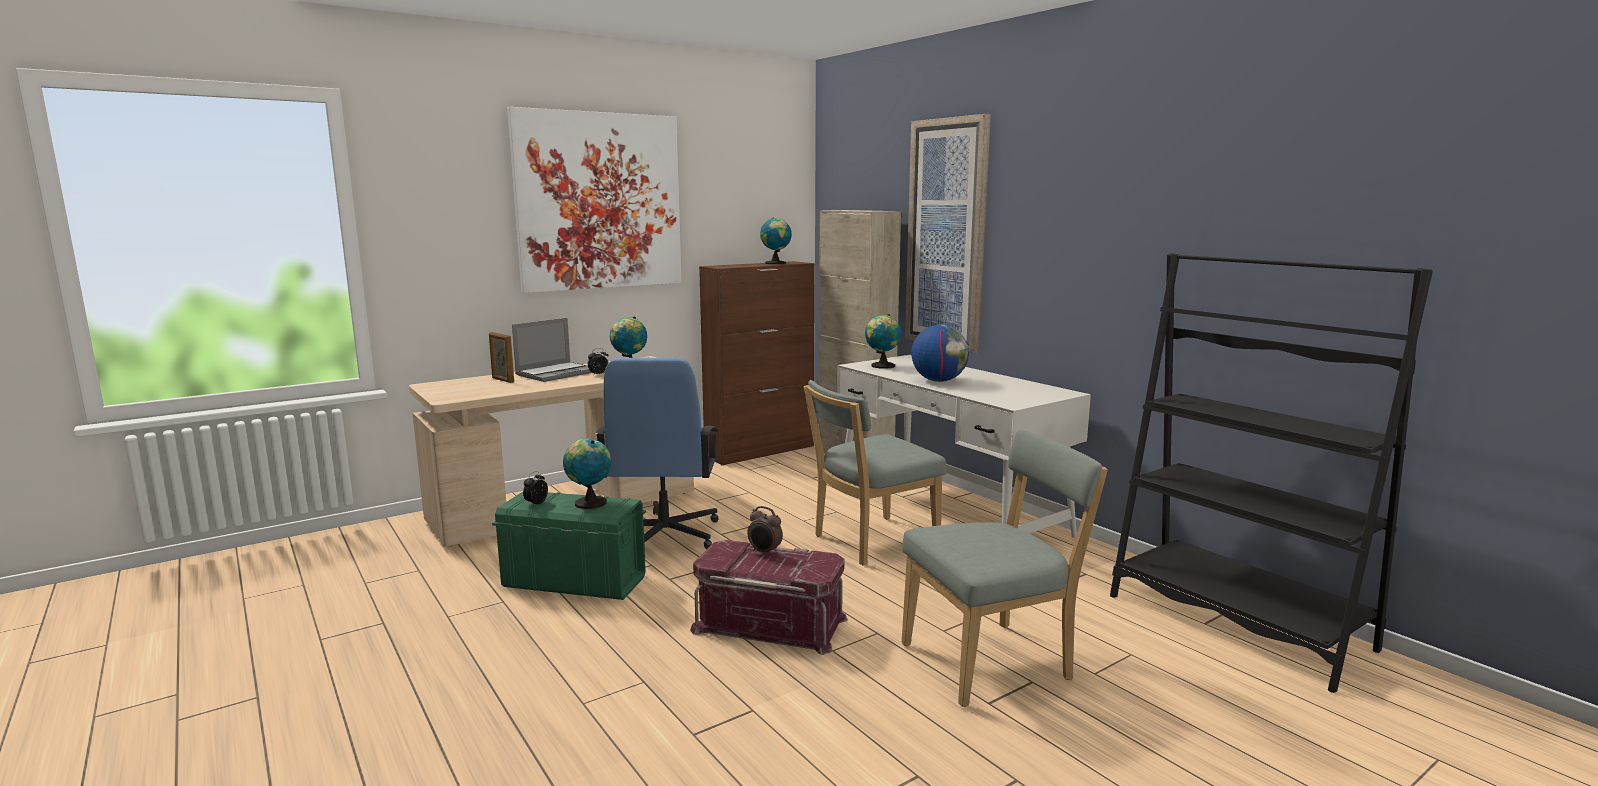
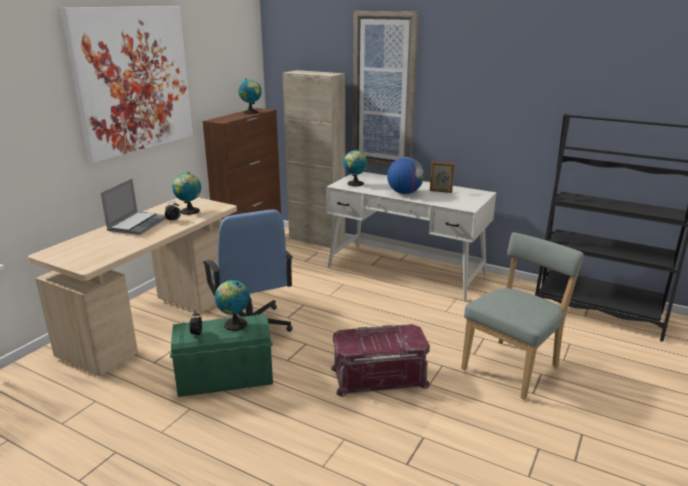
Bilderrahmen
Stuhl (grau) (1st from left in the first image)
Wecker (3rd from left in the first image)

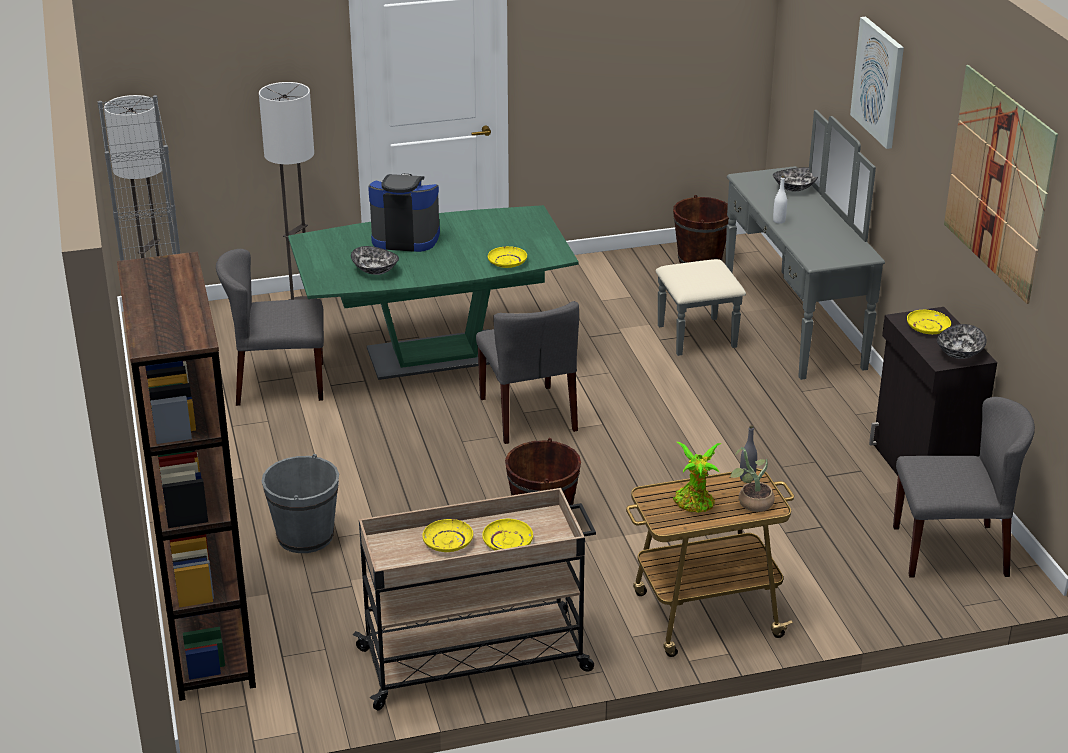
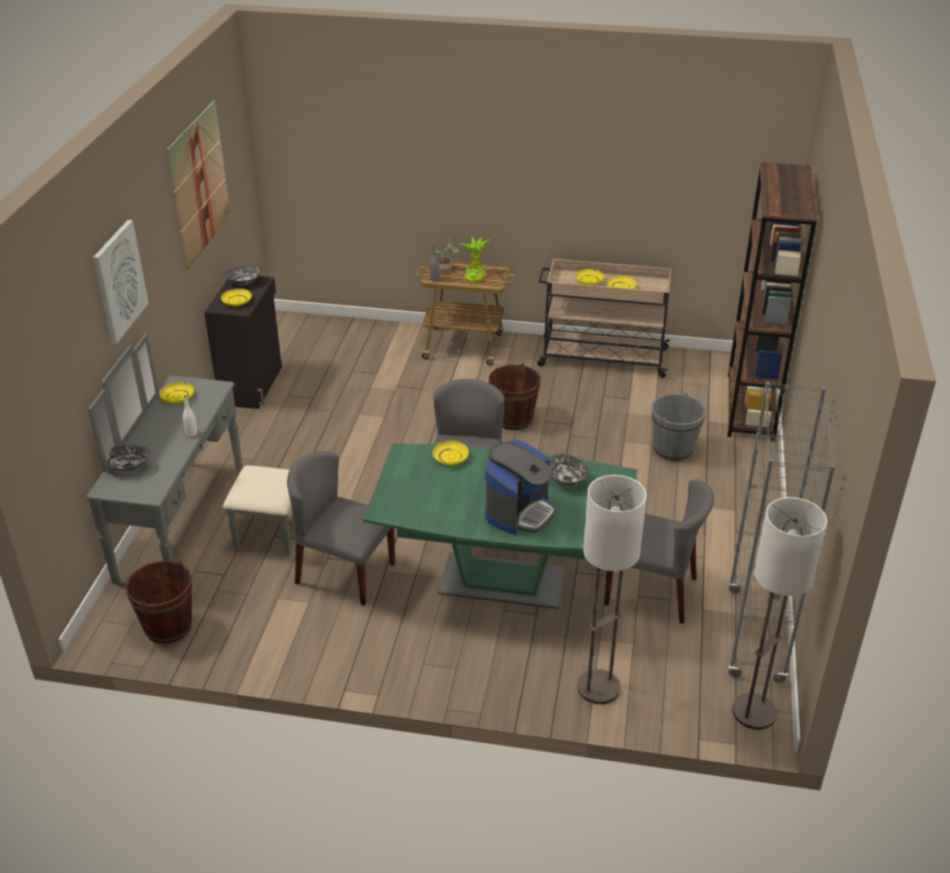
Kaffeemaschine
Stuhl (grau) (1st from left)
Teller (gelb) (1st from left)

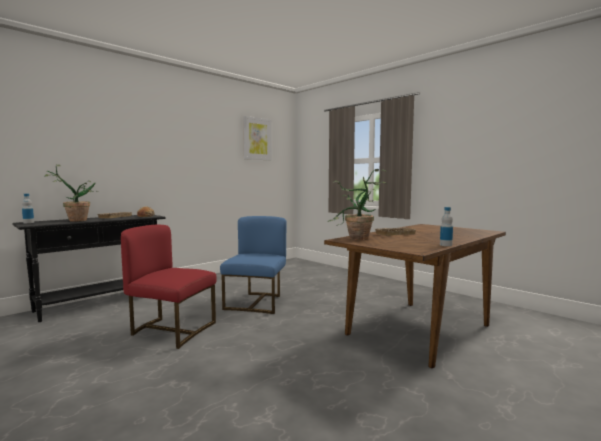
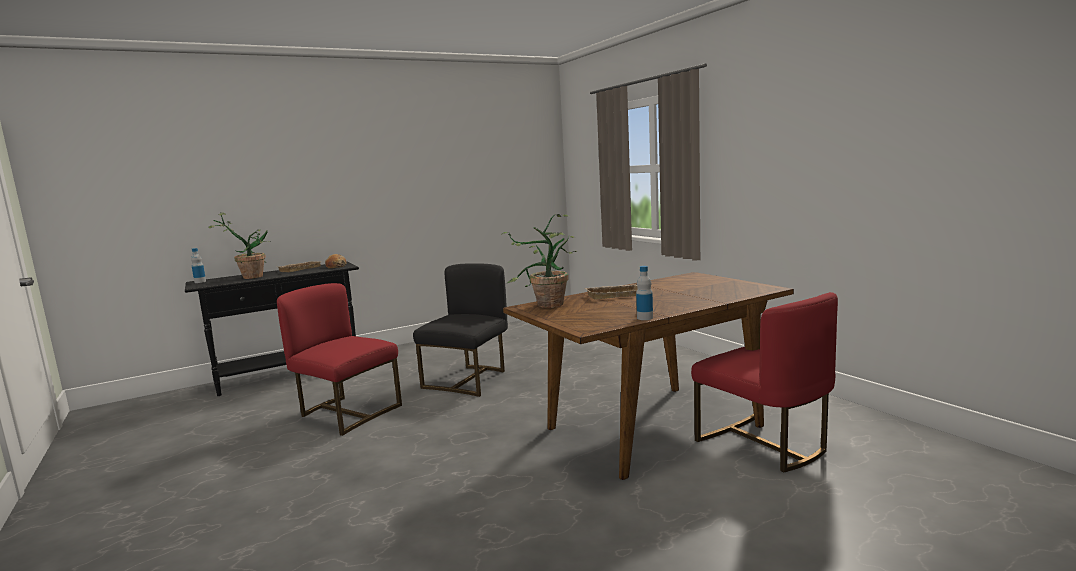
Bild
Stuhl (schwarz)
Stuhl (rot) (2nd from left)

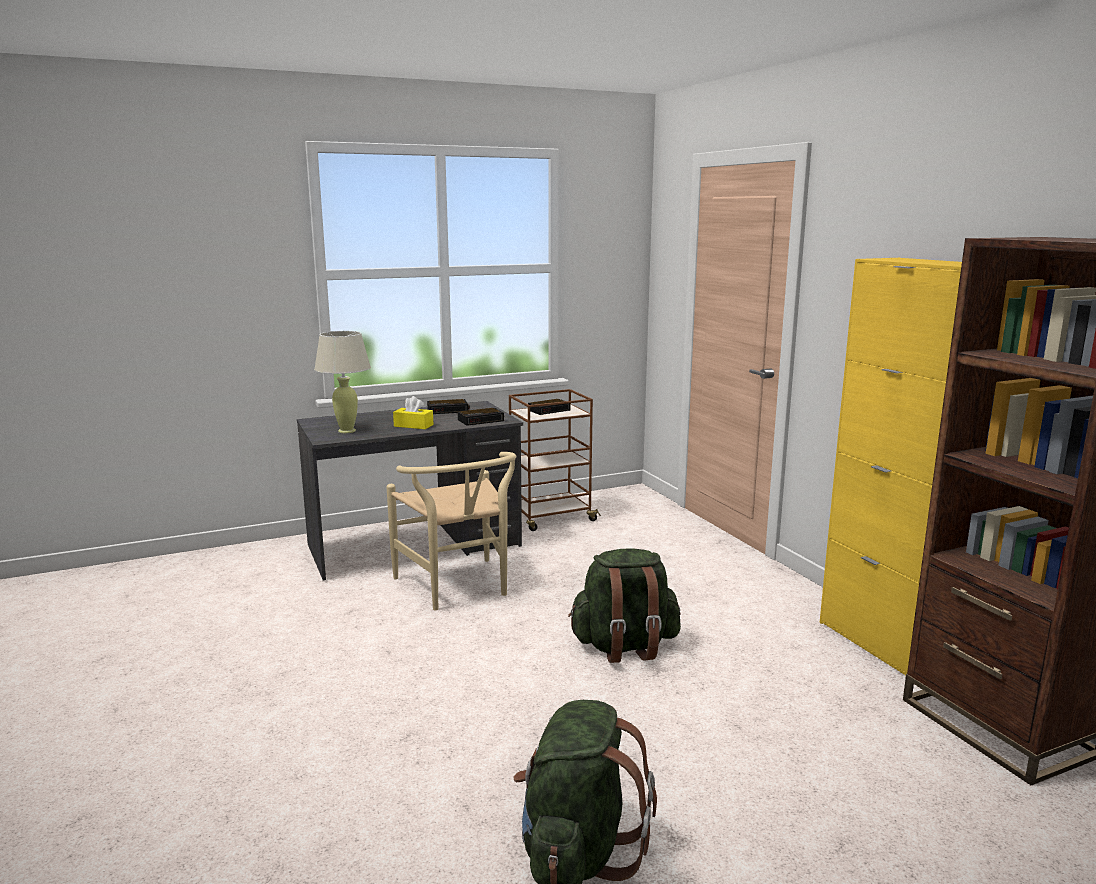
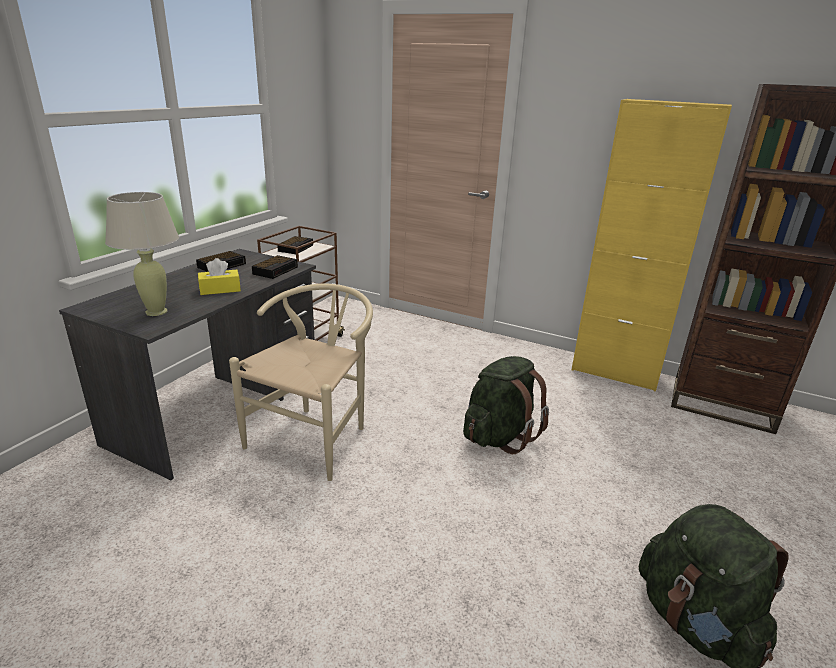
Stuhl (beige)

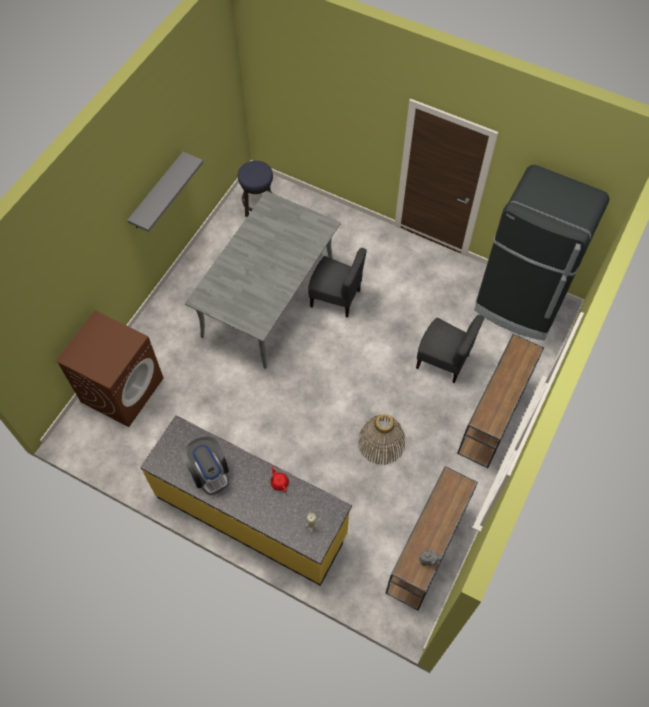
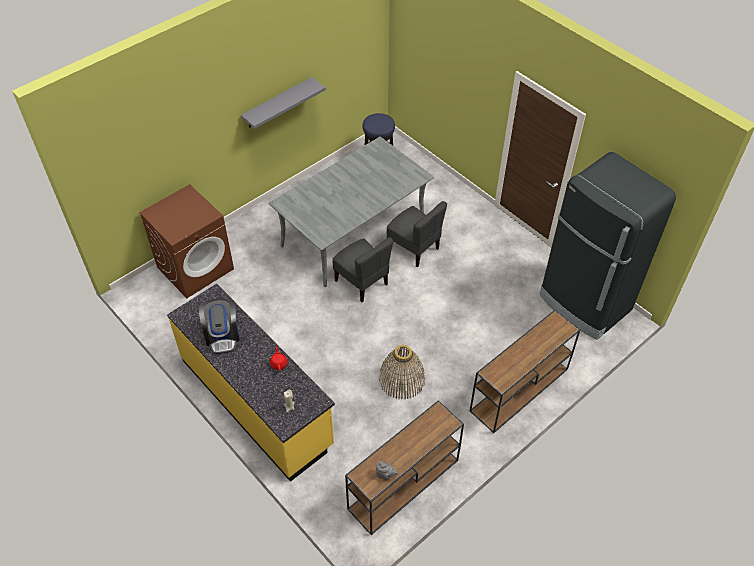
Stuhl (grau) (1st from left)

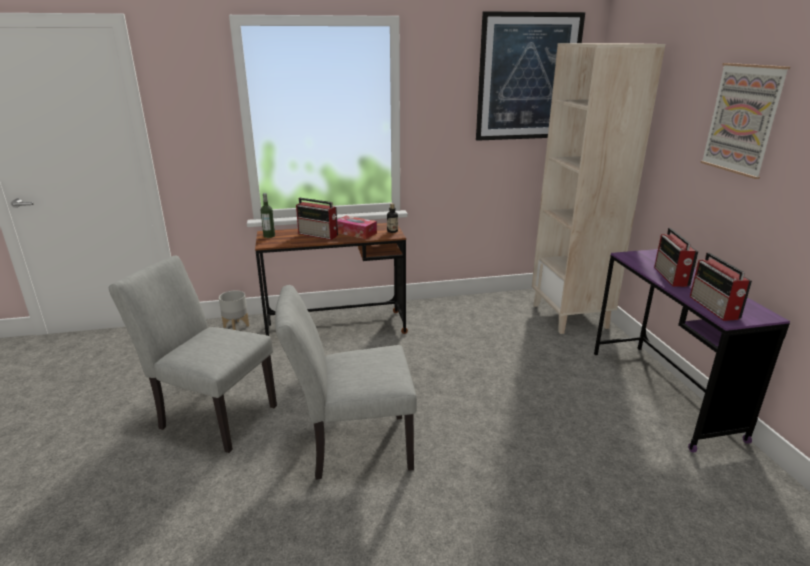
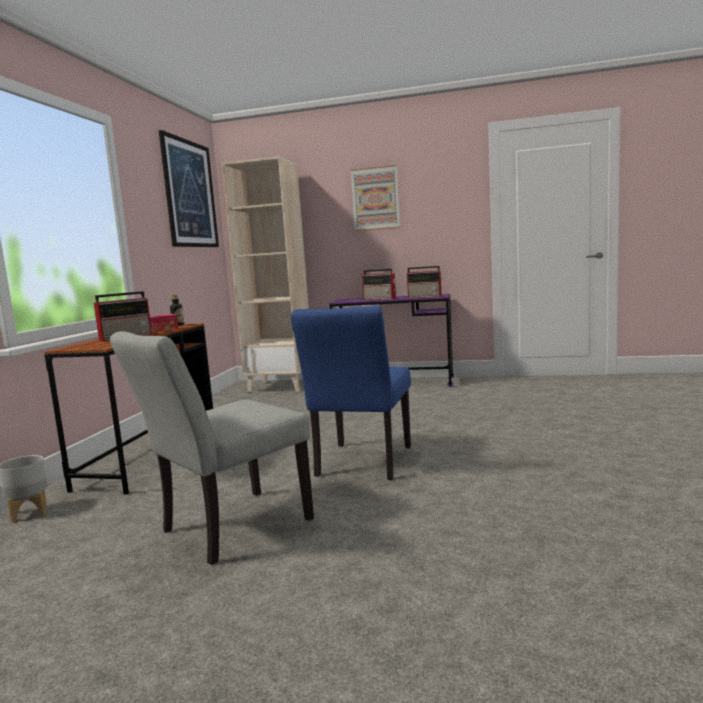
Flasche (1st from left in the first image)
Stuhl (blau)

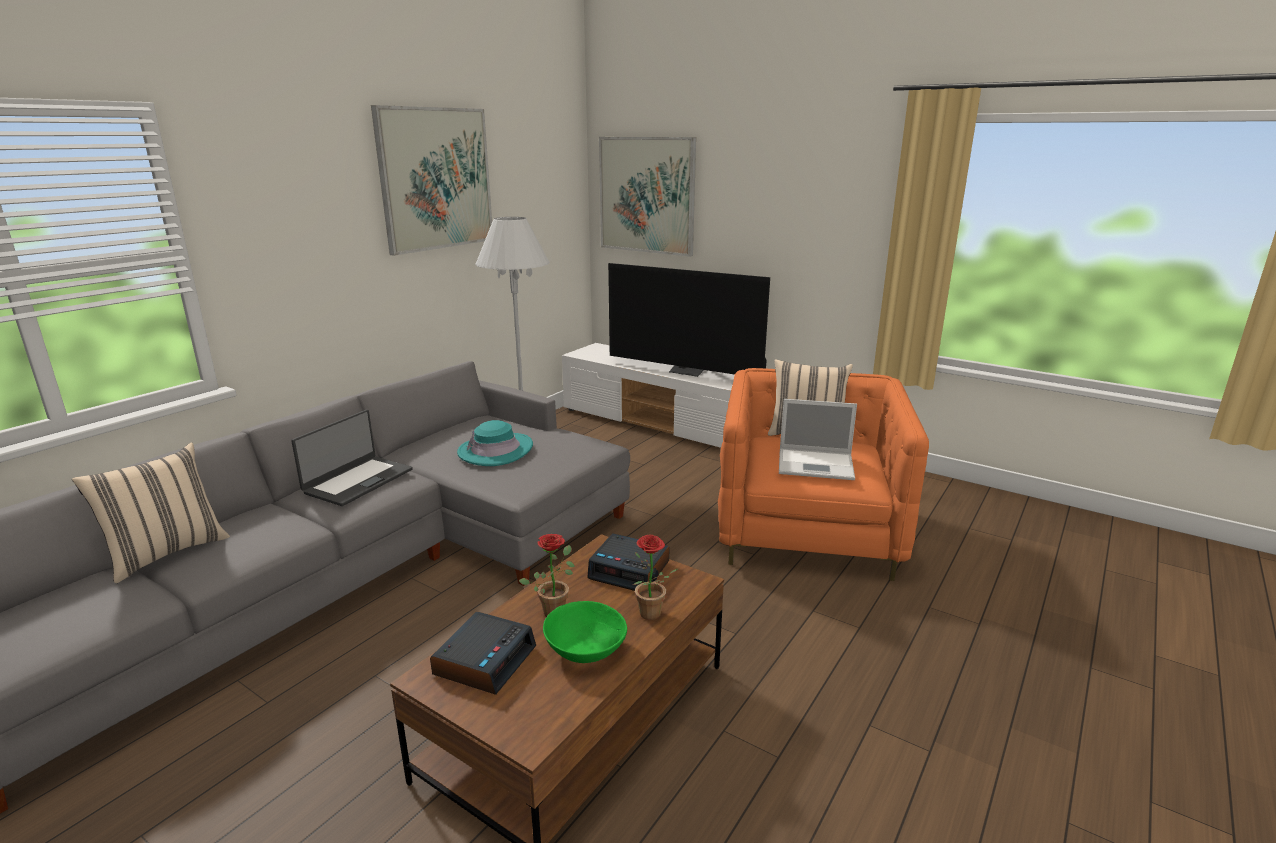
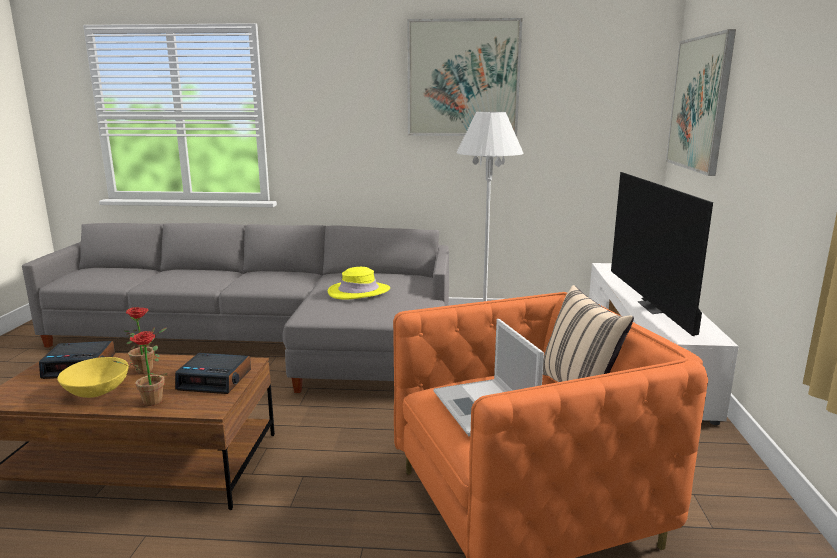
Laptop (1st from left in the first image)
Hut (gelb)
Kissen (beige) (1st from left in the first image)
Wecker (2nd from left)
Schüssel (gelb)

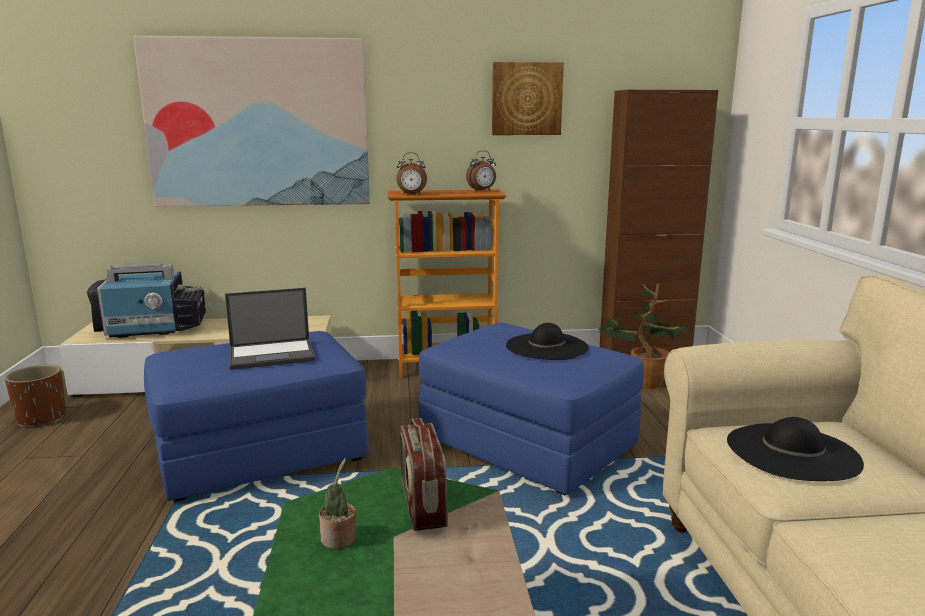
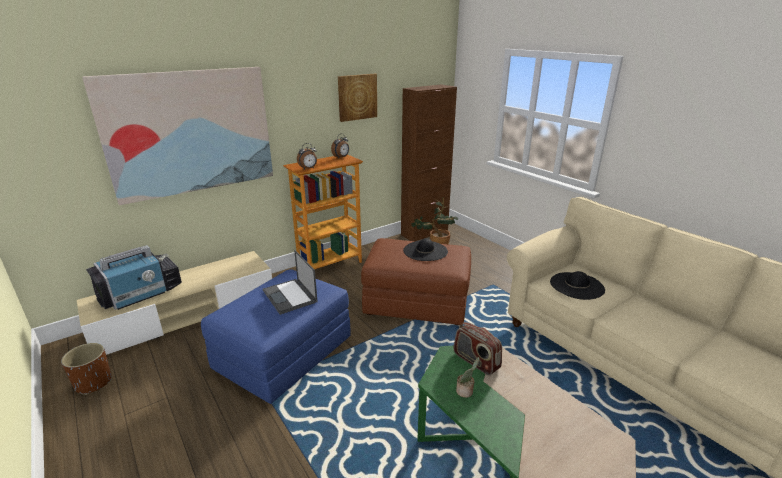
Laptop
Polsterhocker (braun)

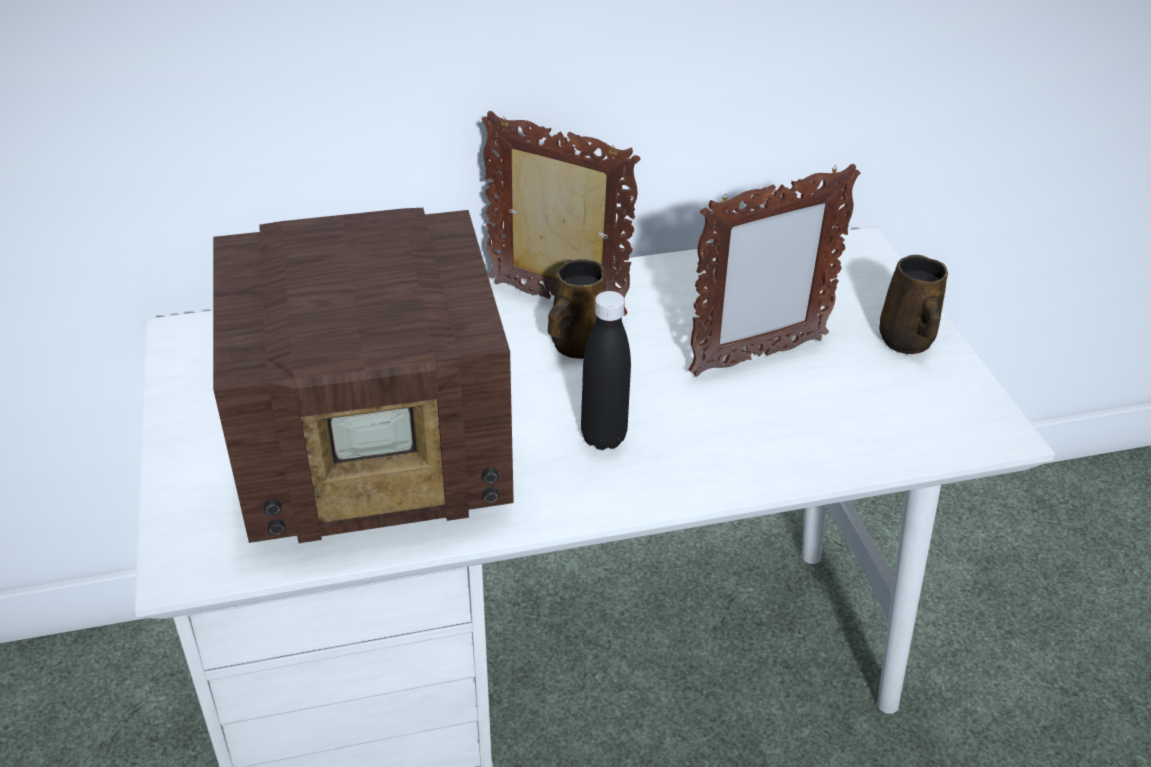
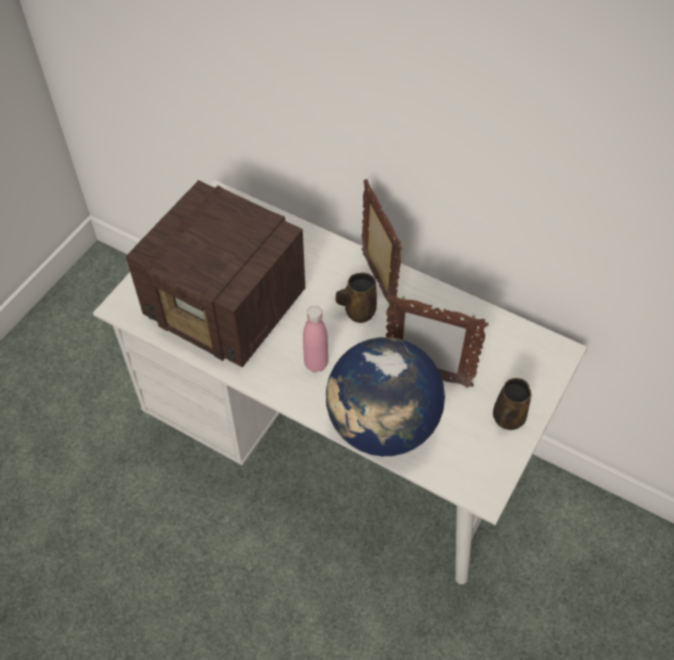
Flasche (rosa)
Globus

